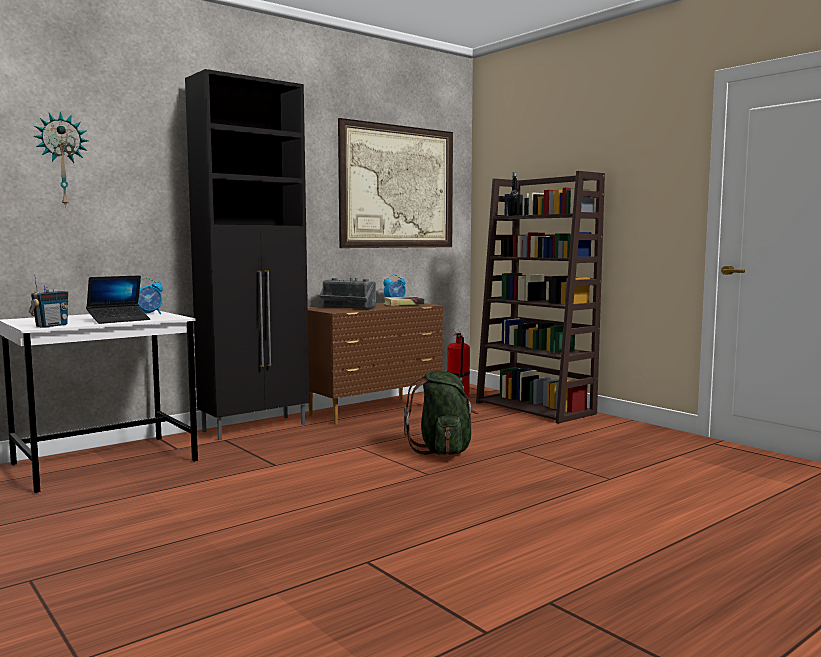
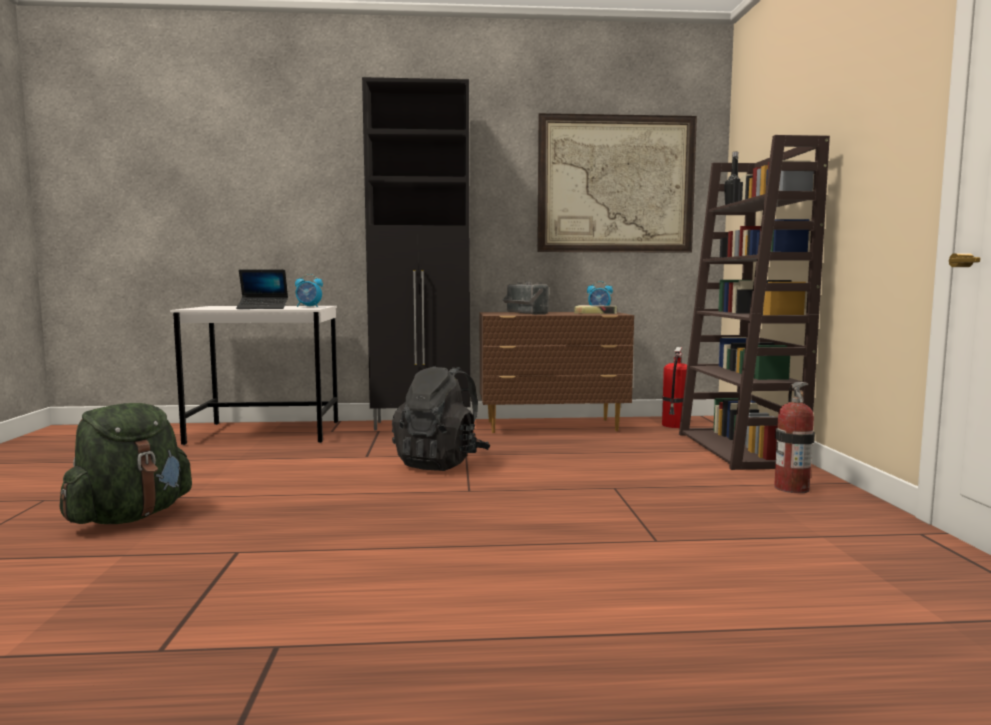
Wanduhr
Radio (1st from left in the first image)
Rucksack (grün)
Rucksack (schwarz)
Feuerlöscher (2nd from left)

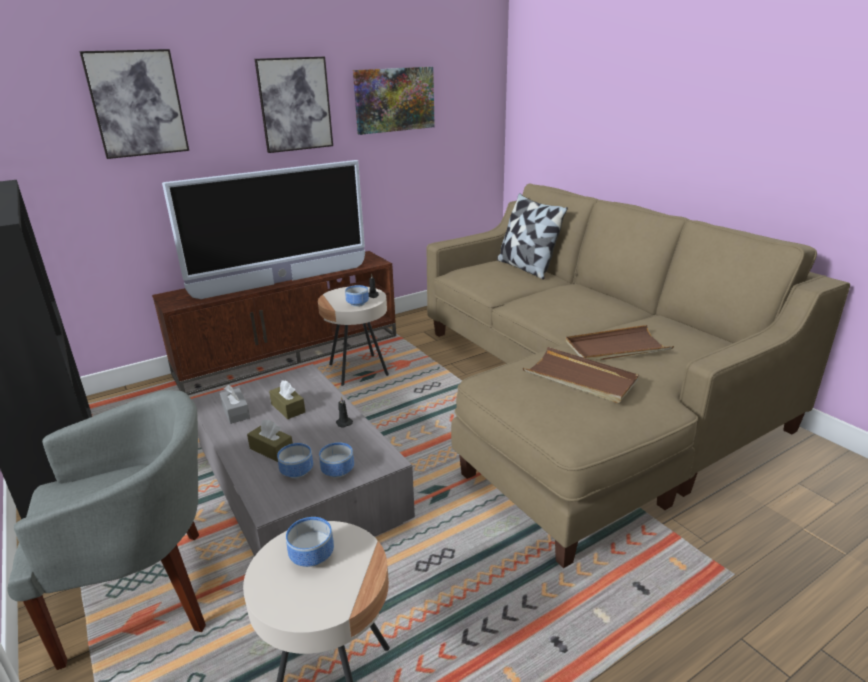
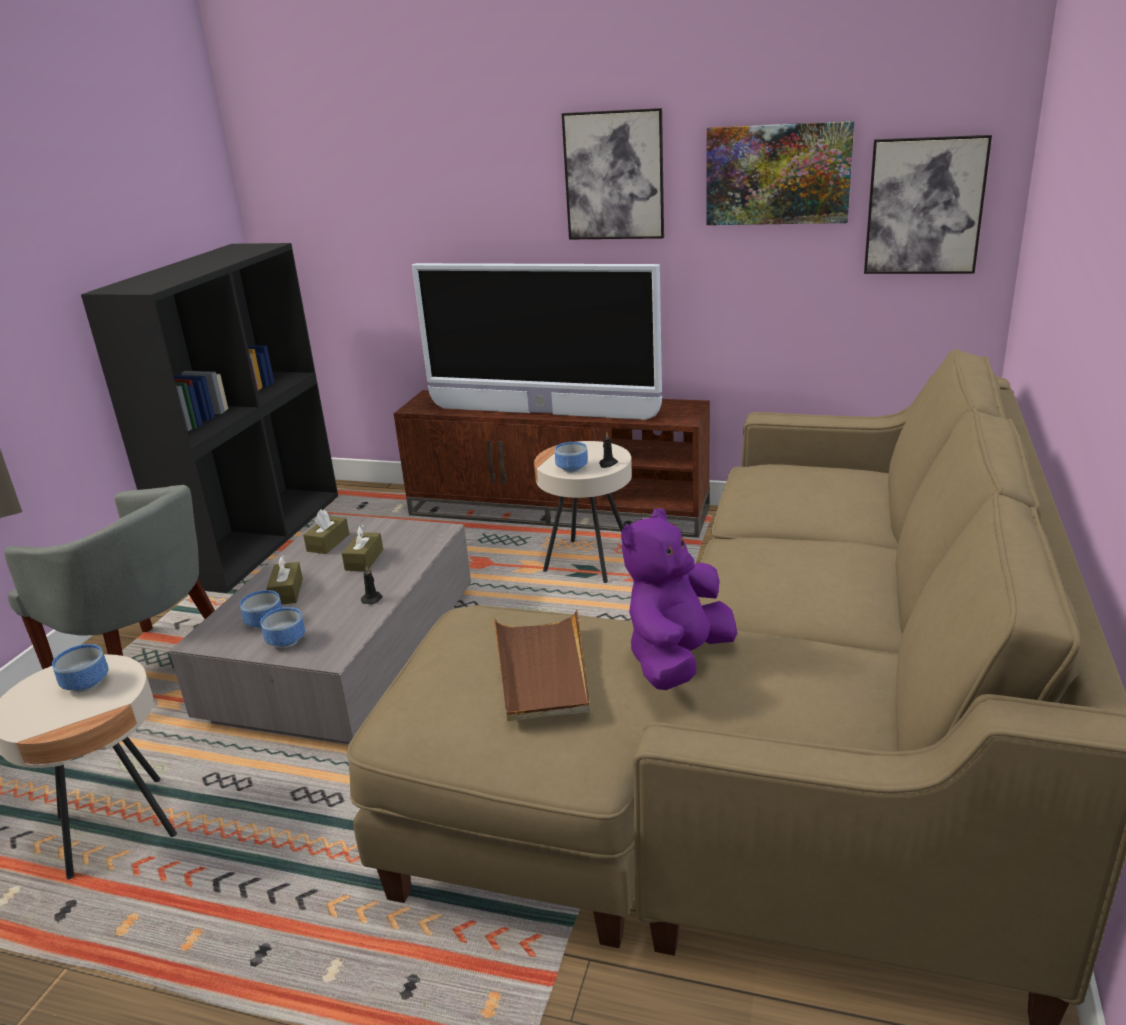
Bild (3rd from left)
Kissen
Plüschtier (lila)
Taschentuchbox (braun) (2nd from left)

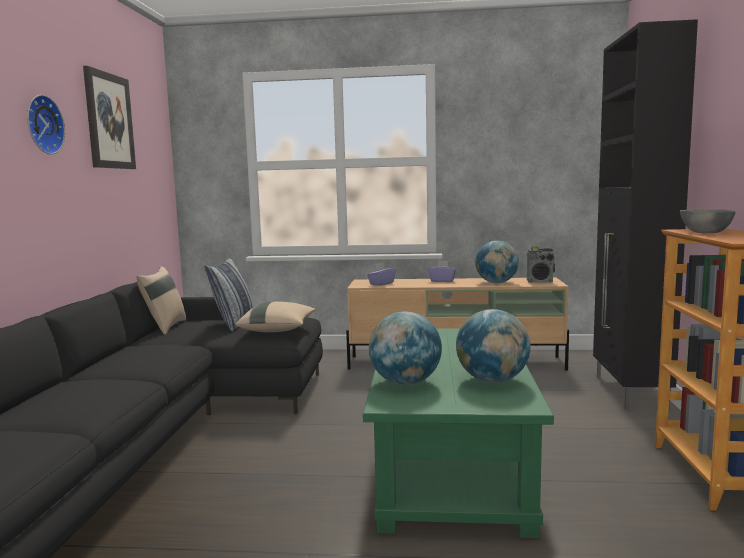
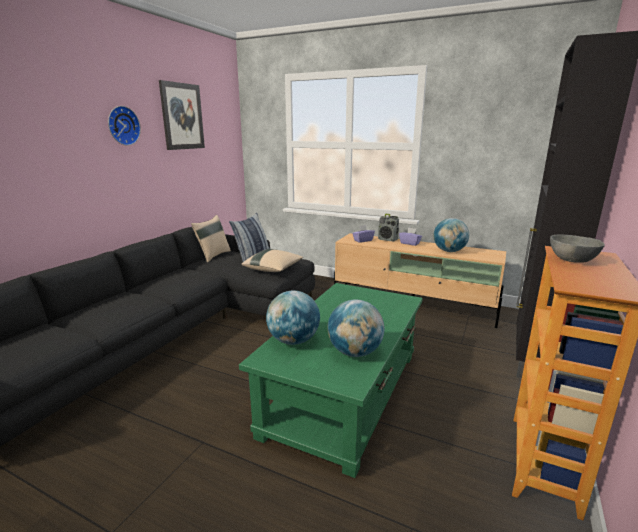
Radio

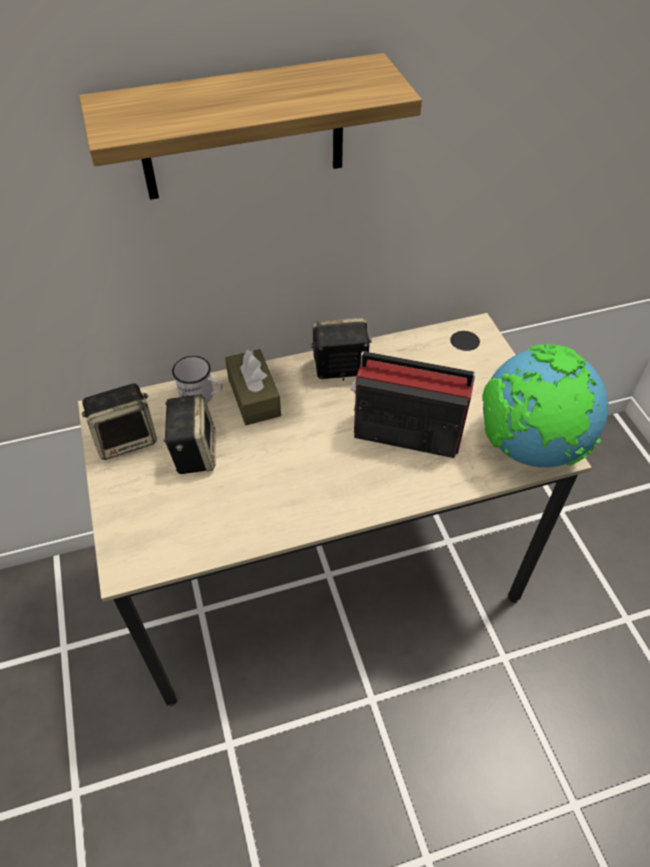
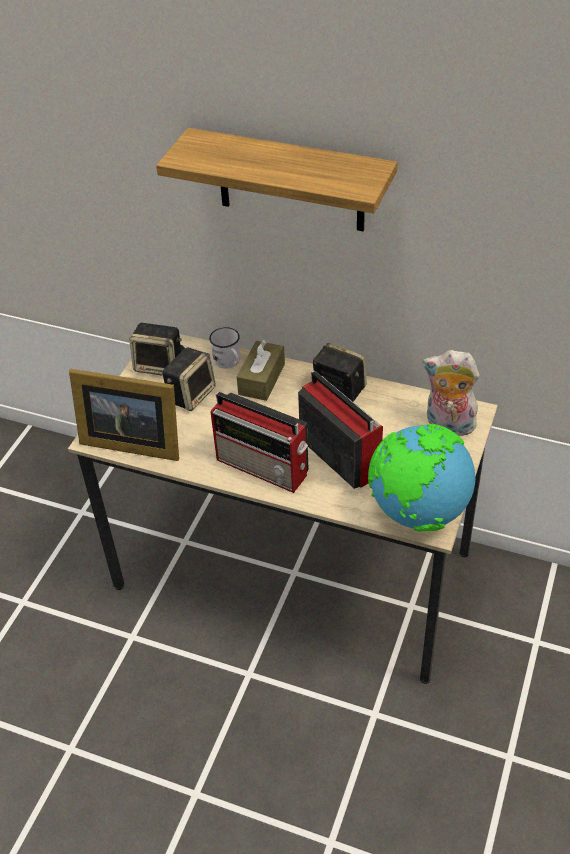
Plüschtier
Bilderrahmen
Radio (1st from left)

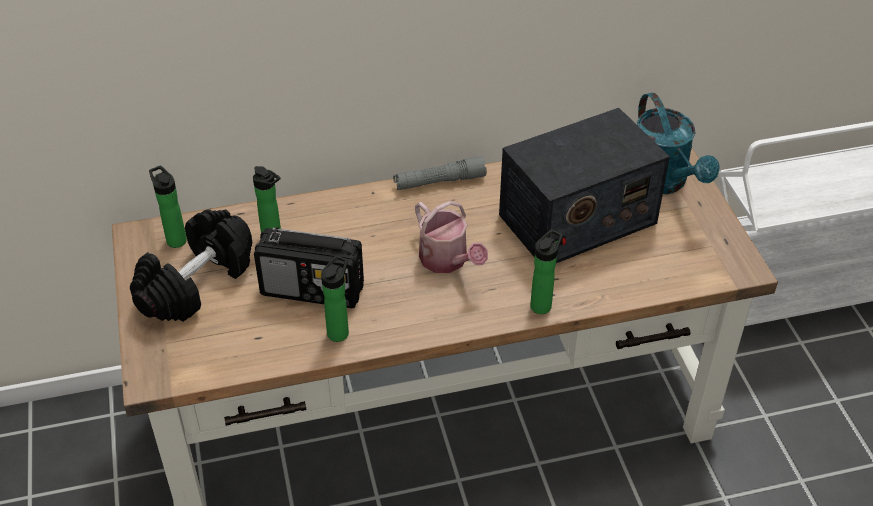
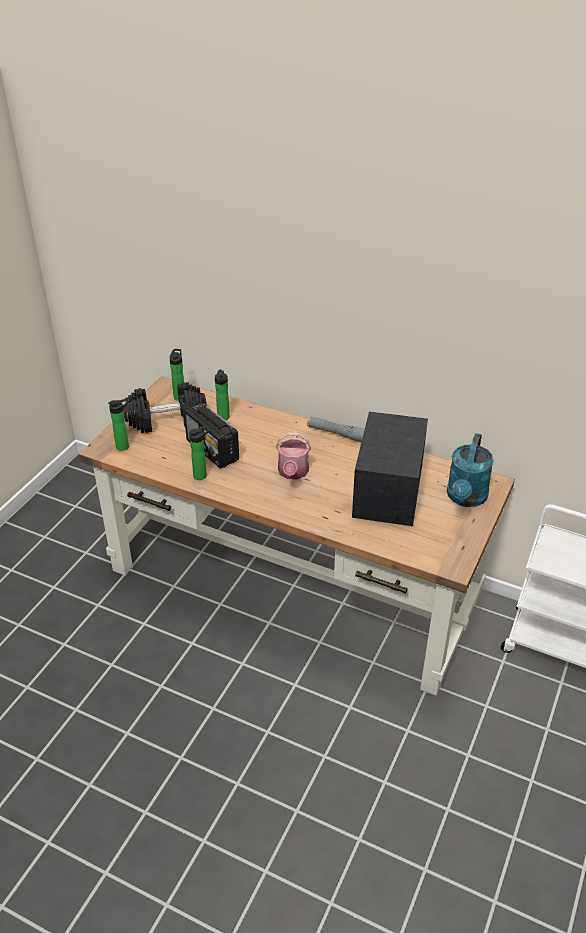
Radio (2nd from left)
Flasche (1st from left)

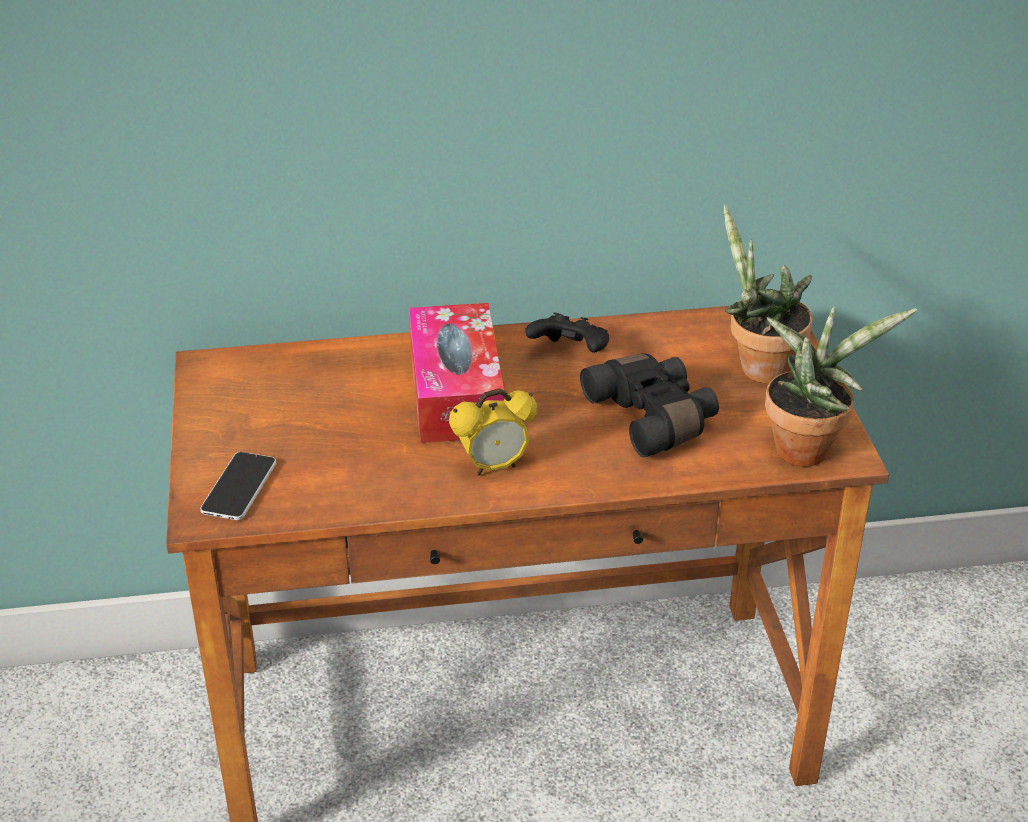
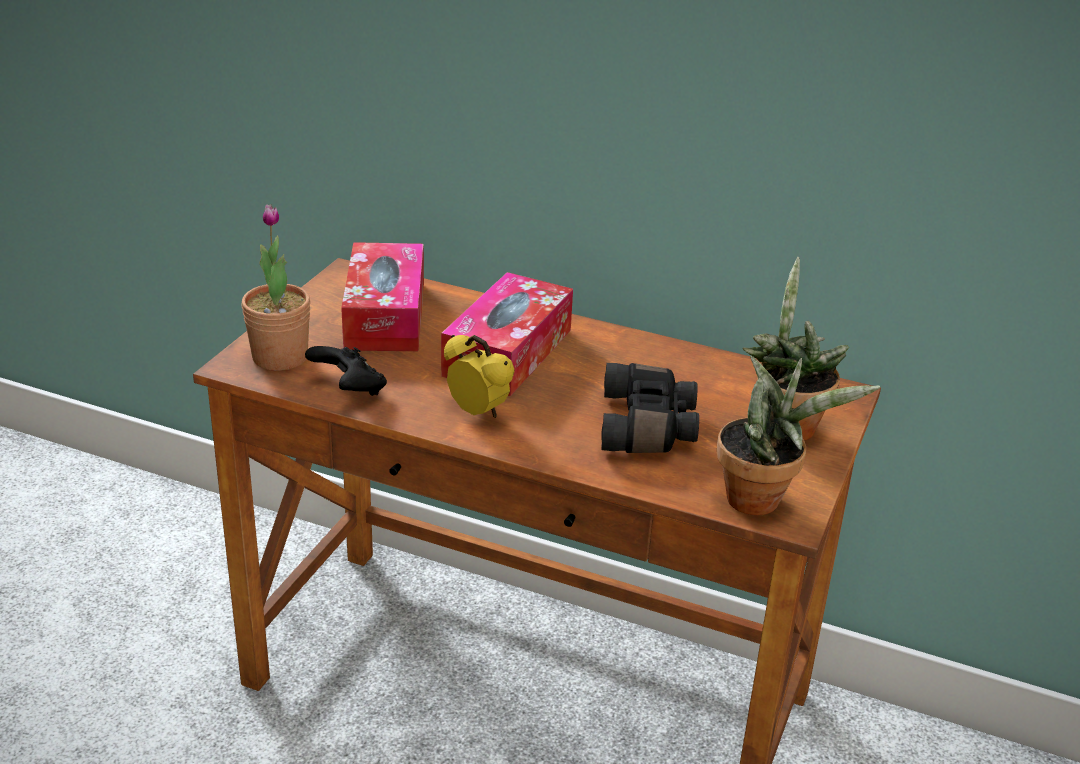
Gamepad (schwarz)
Wecker
Topfpflanze (1st from left)
Taschentuchbox (1st from left)

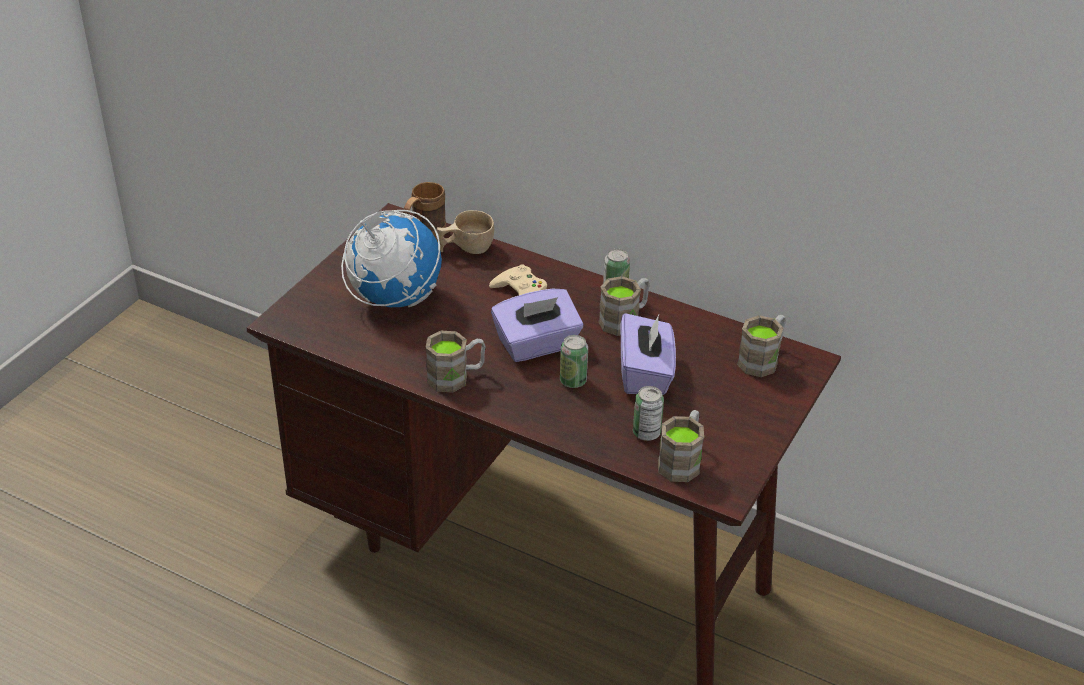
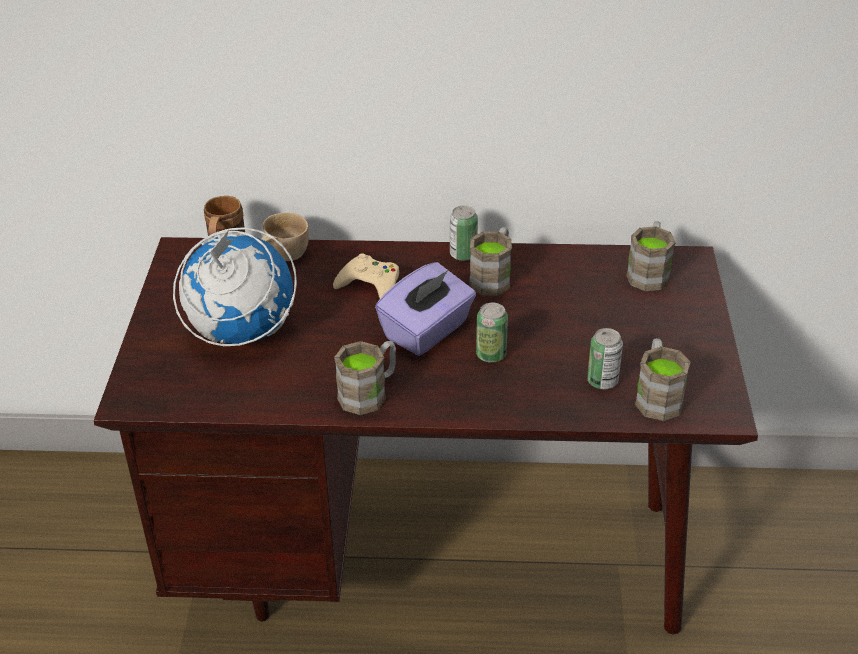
Taschentuchbox (lila) (2nd from left in the first image)

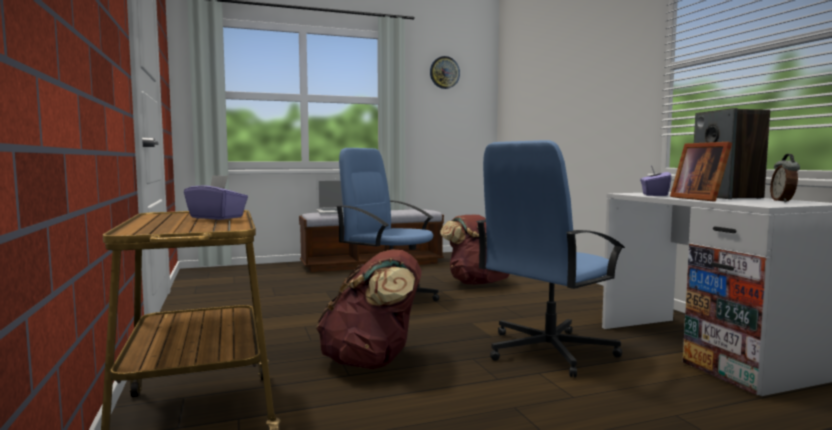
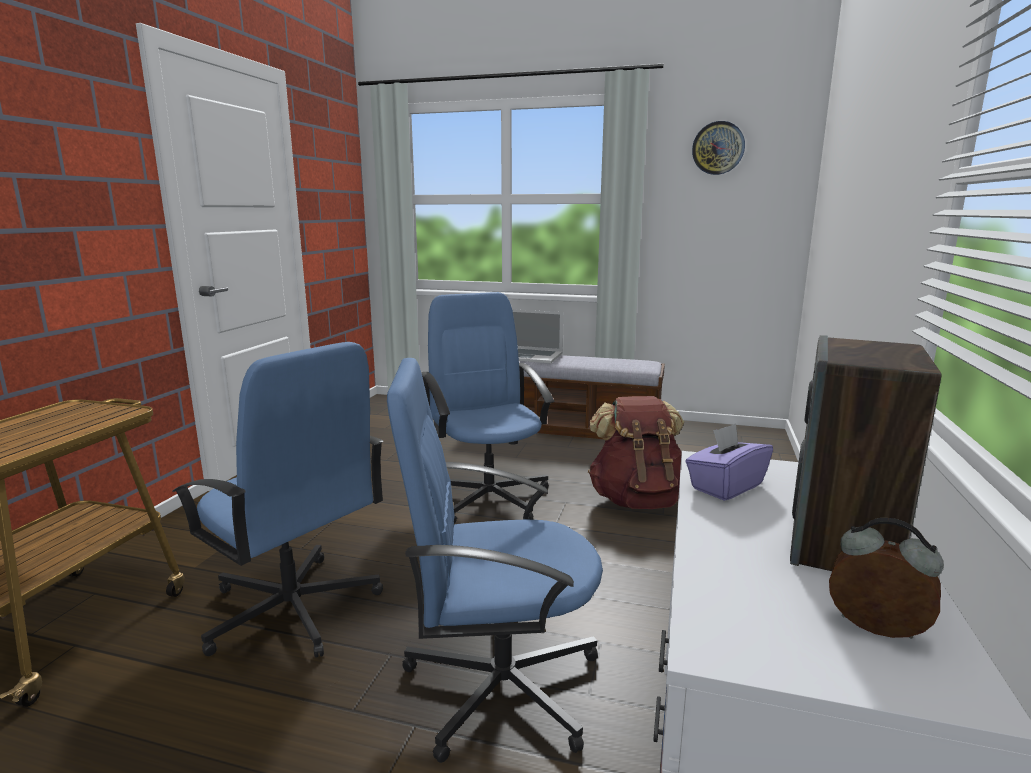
Bilderrahmen
Wecker
Taschentuchbox (lila) (1st from left in the first image)
Bürostuhl (blau) (1st from left)

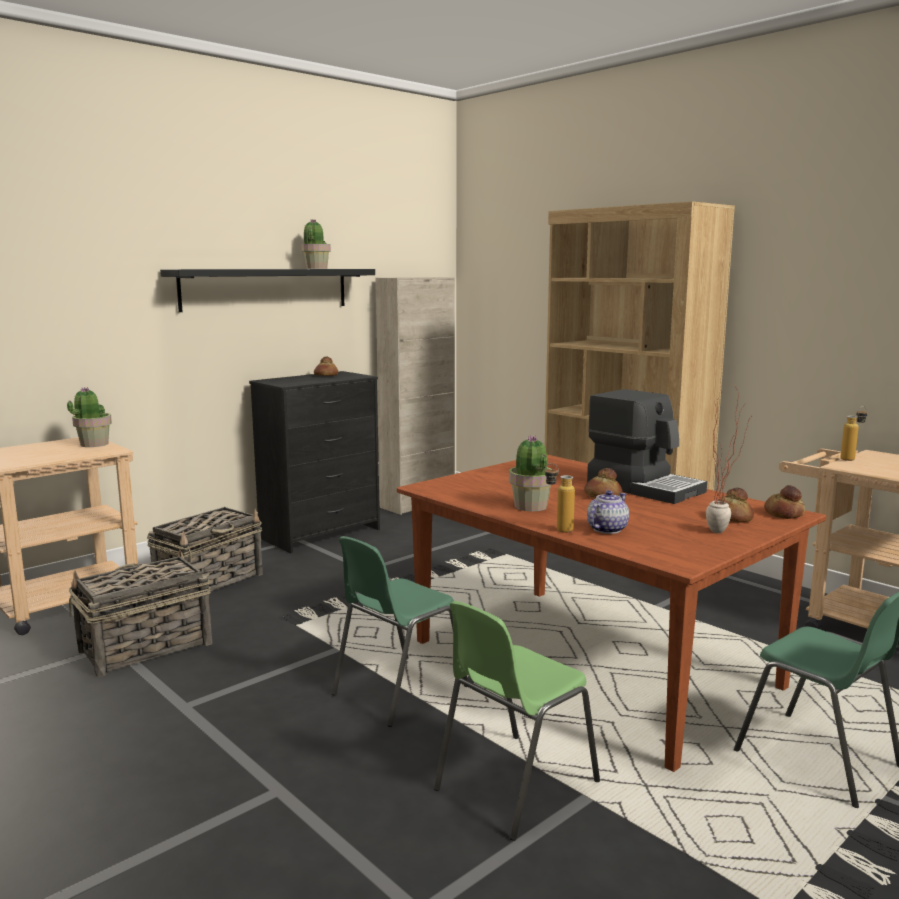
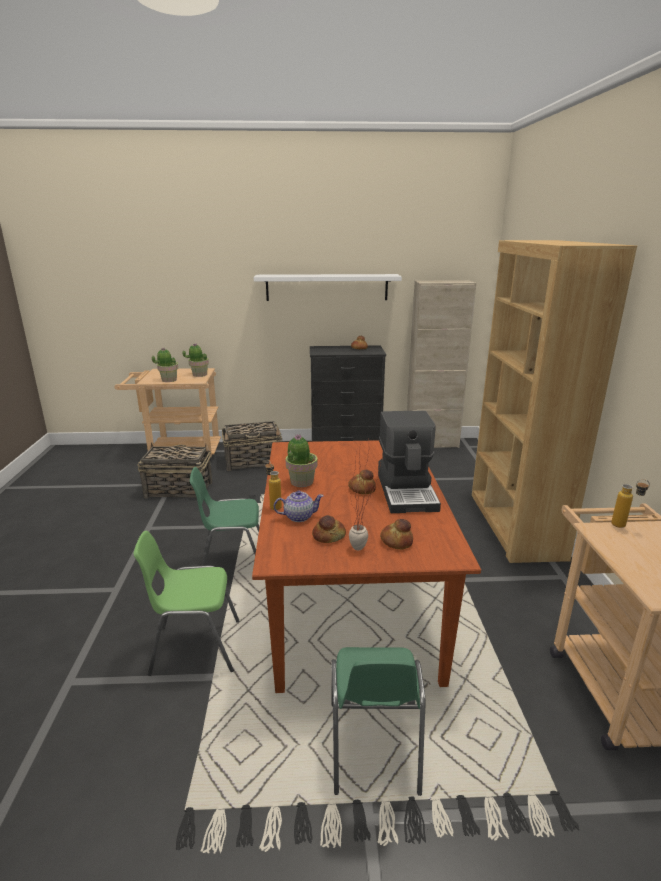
Topfpflanze (1st from left)
Wandregal (weiß)
Brot (1st from left)

